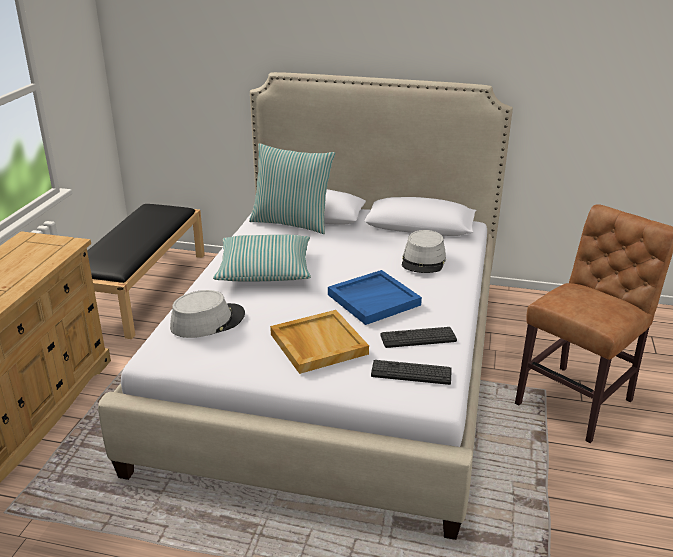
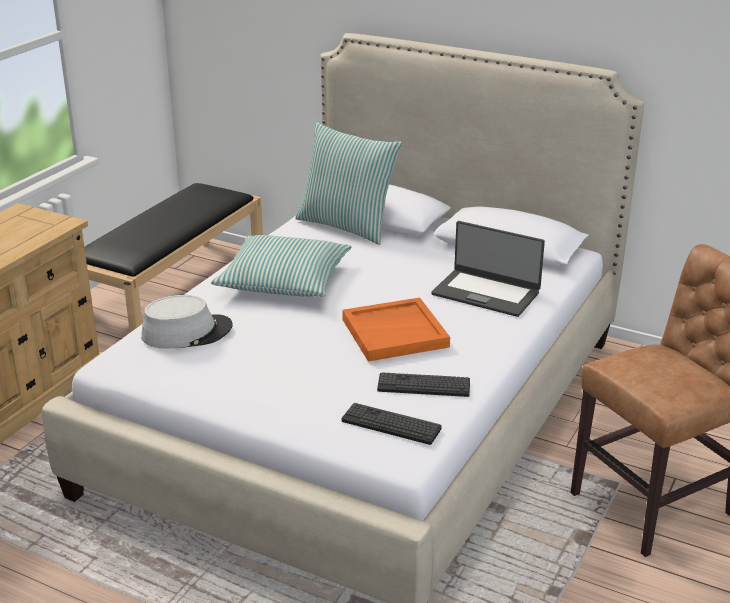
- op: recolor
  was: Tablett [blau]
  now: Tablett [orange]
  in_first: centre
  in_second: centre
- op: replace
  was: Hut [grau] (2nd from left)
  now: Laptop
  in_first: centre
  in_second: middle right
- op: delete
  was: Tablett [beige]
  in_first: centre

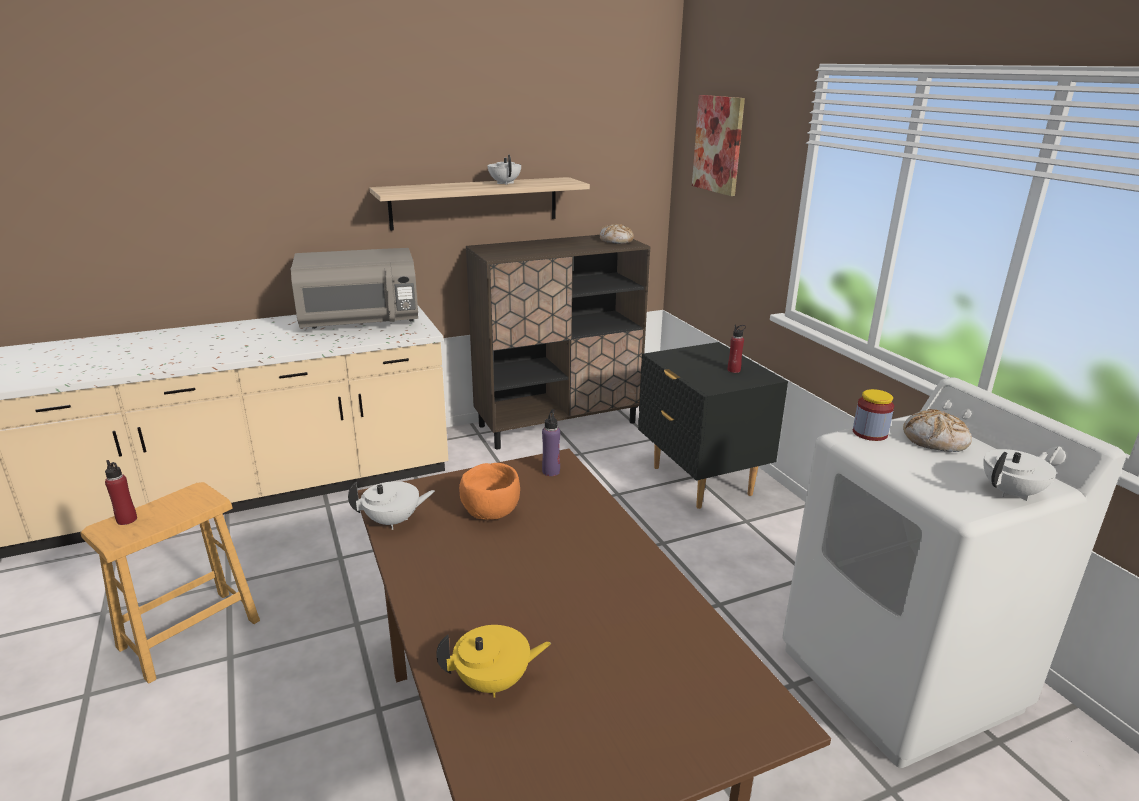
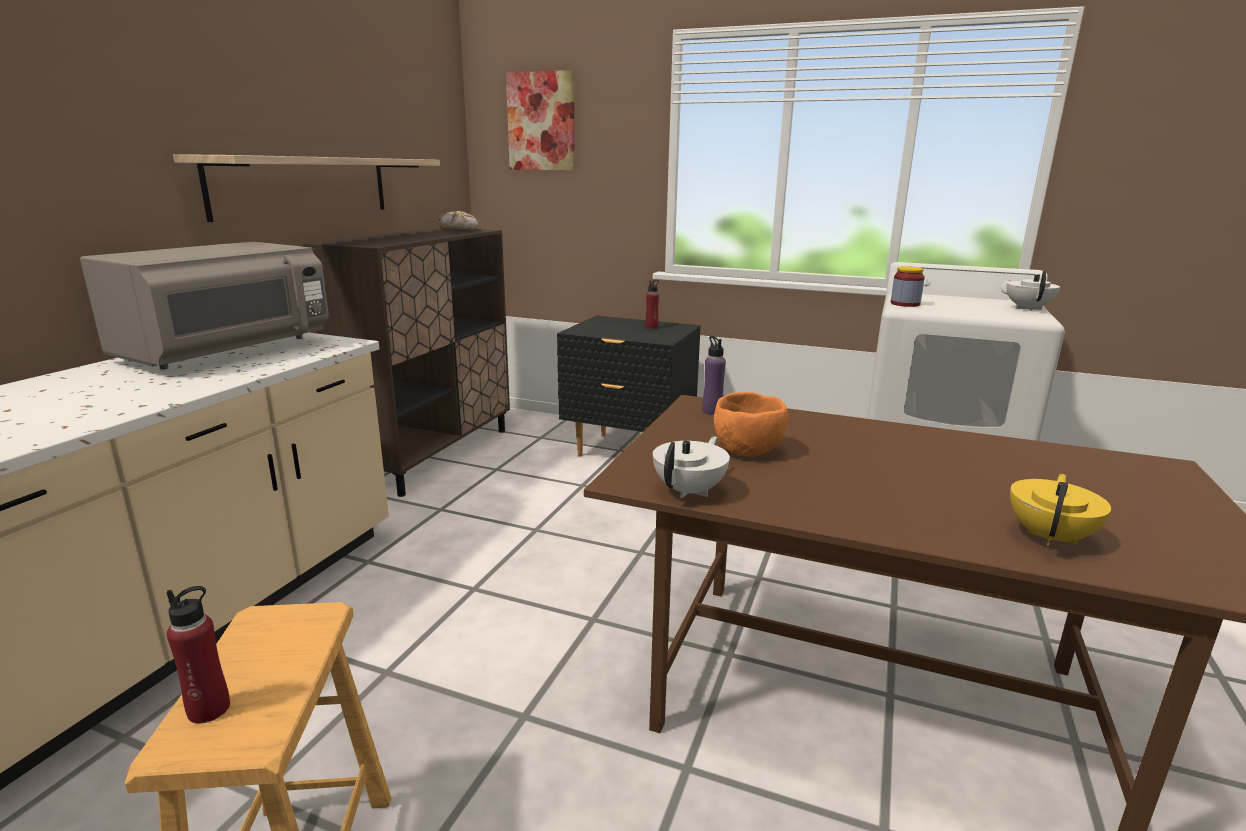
- op: delete
  was: Teekanne [weiß] (2nd from left)
  in_first: top centre
- op: delete
  was: Brot (2nd from left)
  in_first: middle right

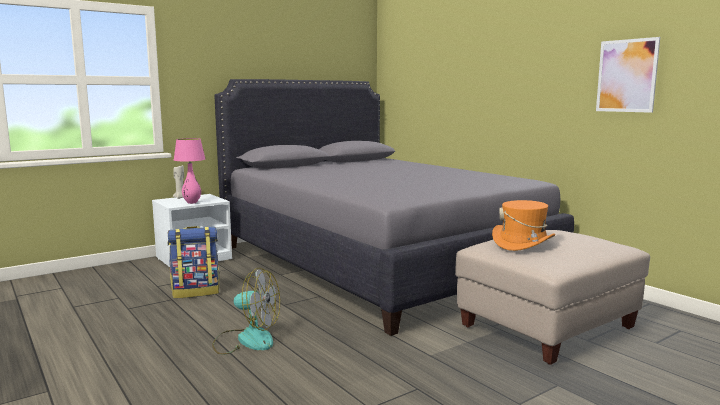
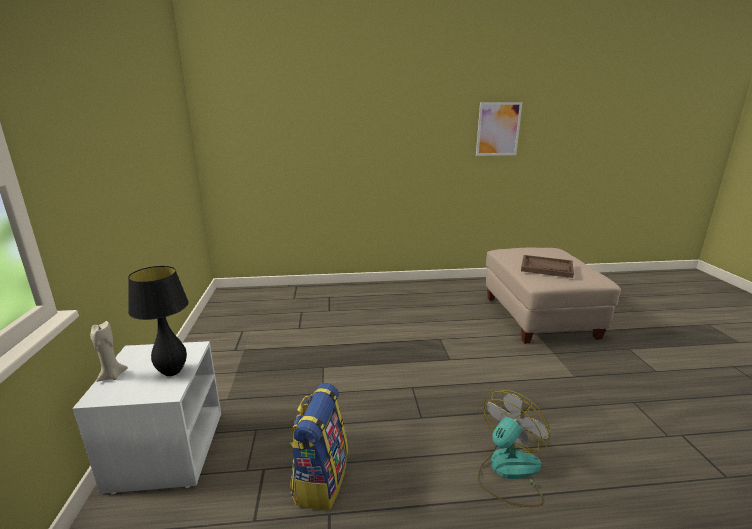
- op: recolor
  was: Tischlampe [rosa]
  now: Tischlampe [schwarz]
  in_first: middle left
  in_second: middle left
- op: replace
  was: Hut [orange]
  now: Tablett [braun]
  in_first: middle right
  in_second: middle right
- op: delete
  was: Bett [grau]
  in_first: centre

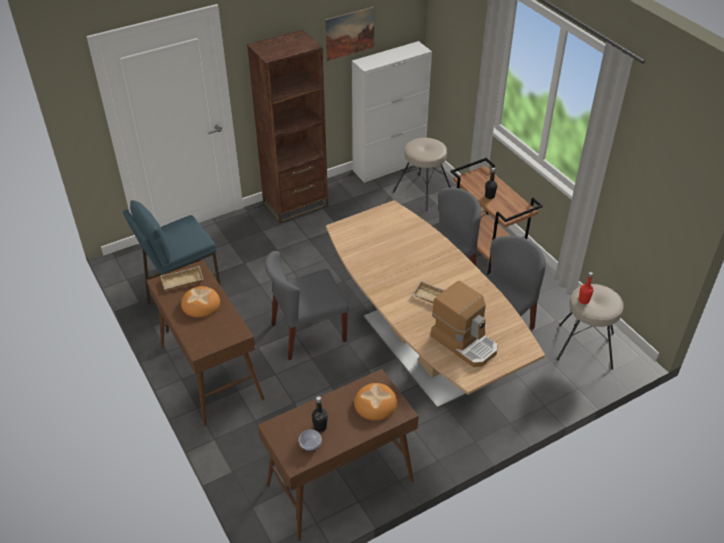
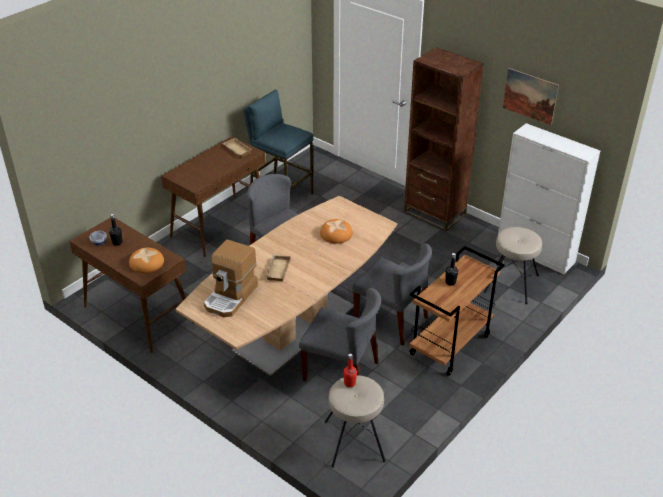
- op: move
  was: Brot (1st from left in the first image)
  now: Brot (2nd from left)
  in_first: middle left
  in_second: centre

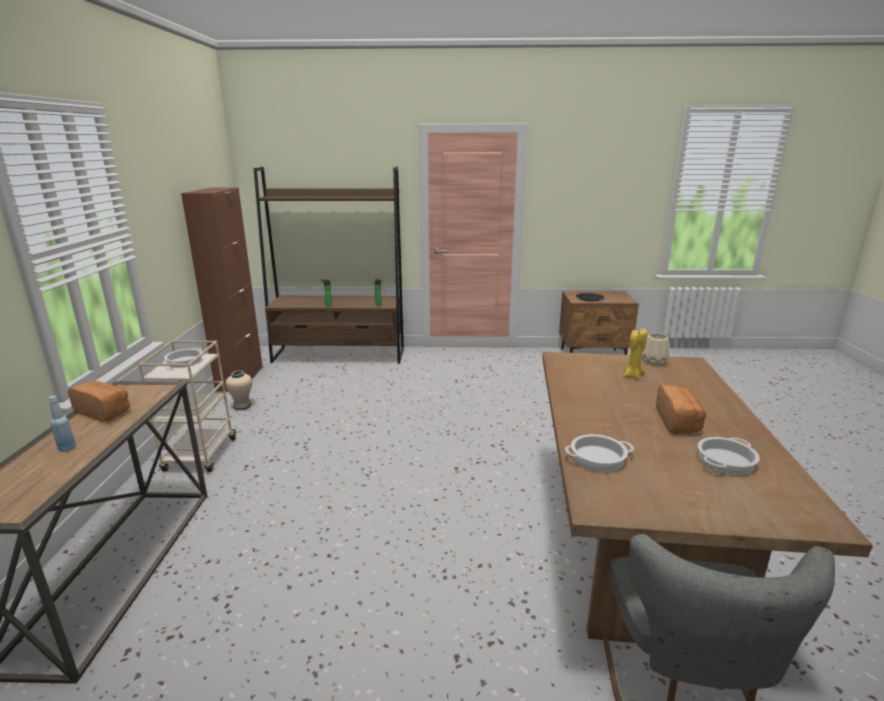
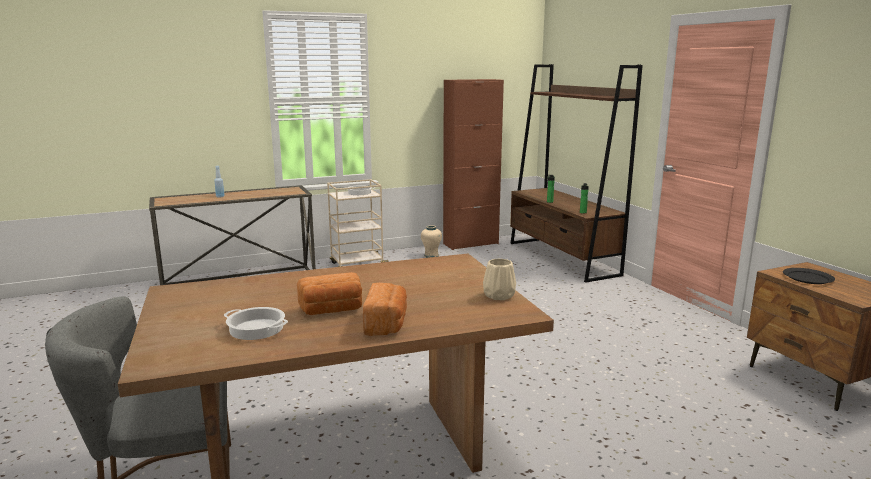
- op: move
  was: Brot (1st from left in the first image)
  now: Brot (2nd from left)
  in_first: middle left
  in_second: centre
- op: delete
  was: Kochtopf (2nd from left)
  in_first: middle right
- op: delete
  was: Kerze [gelb]
  in_first: middle right

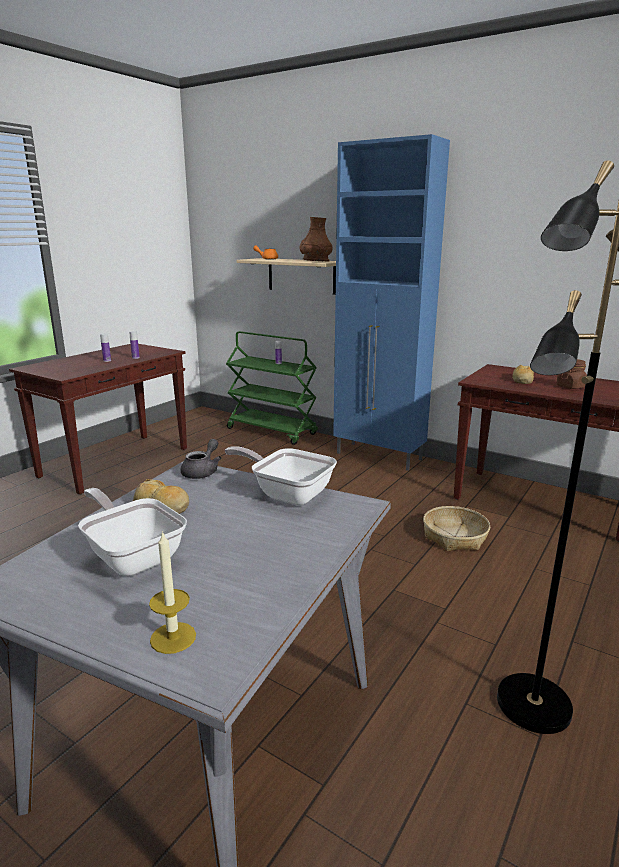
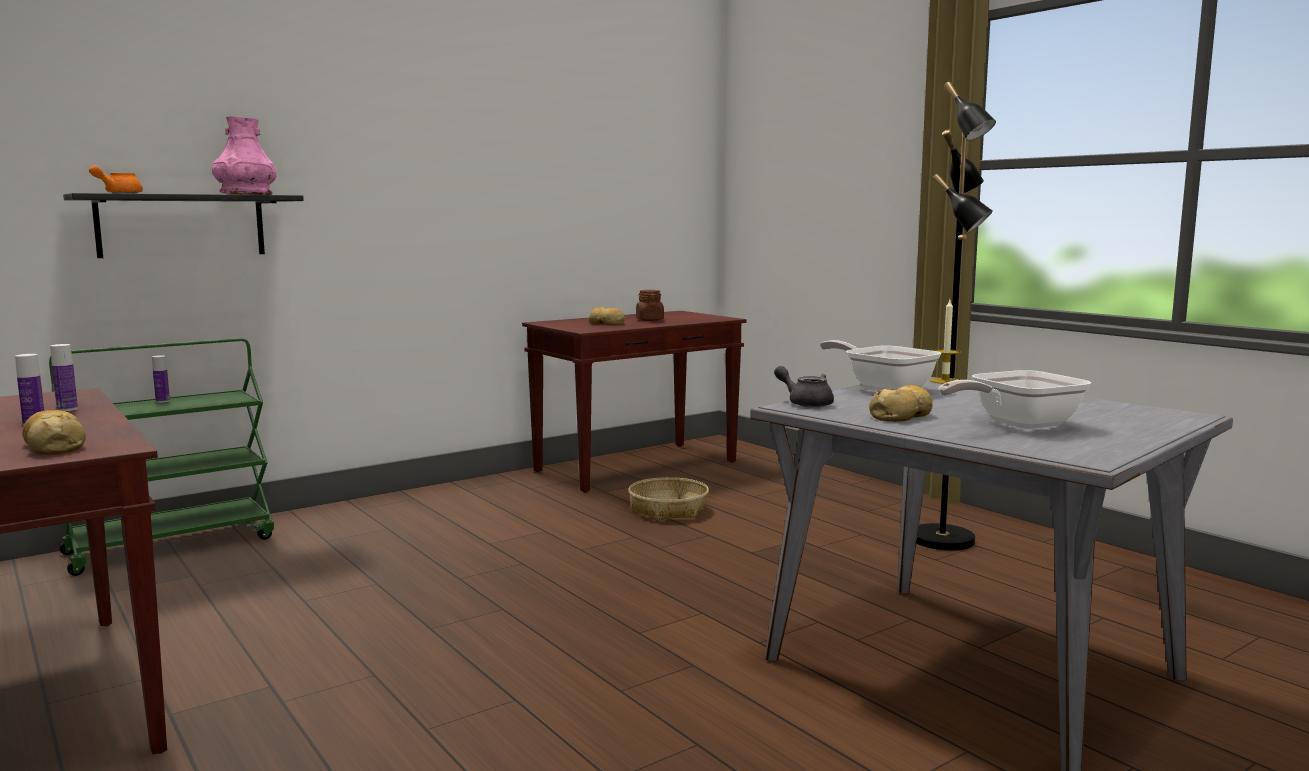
- op: insert
  now: Brot (1st from left)
  in_second: middle left
- op: recolor
  was: Wandregal [beige]
  now: Wandregal [schwarz]
  in_first: top centre
  in_second: top left
- op: recolor
  was: Vase [braun]
  now: Vase [rosa]
  in_first: top centre
  in_second: top left
- op: rotate
  was: Pfanne (2nd from left in the first image)
  in_first: centre
  in_second: middle right
  clockwise: 90
- op: move
  was: Kerze
  in_first: bottom left
  in_second: middle right
- op: delete
  was: Schrank [blau]
  in_first: centre

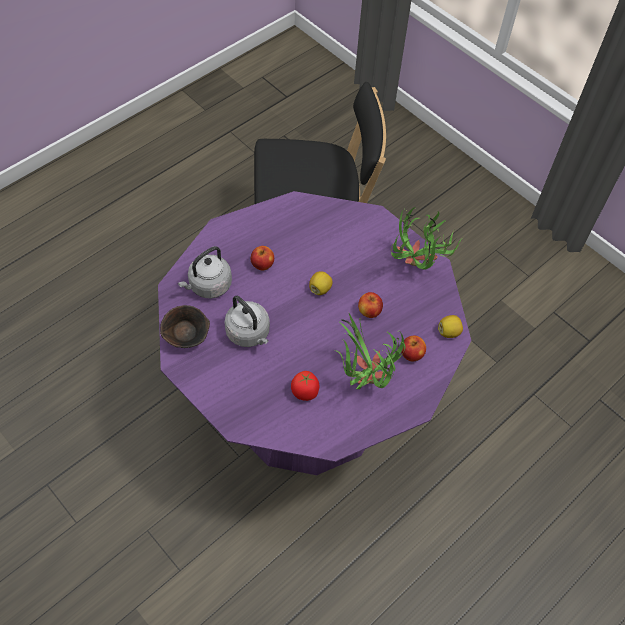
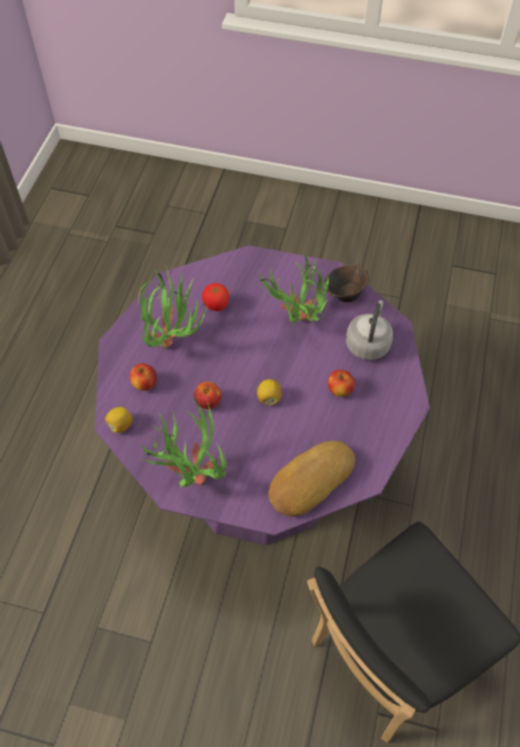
- op: replace
  was: Wasserkessel [grau] (2nd from left)
  now: Topfpflanze (3rd from left)
  in_first: centre
  in_second: centre
- op: insert
  now: Brot
  in_second: centre

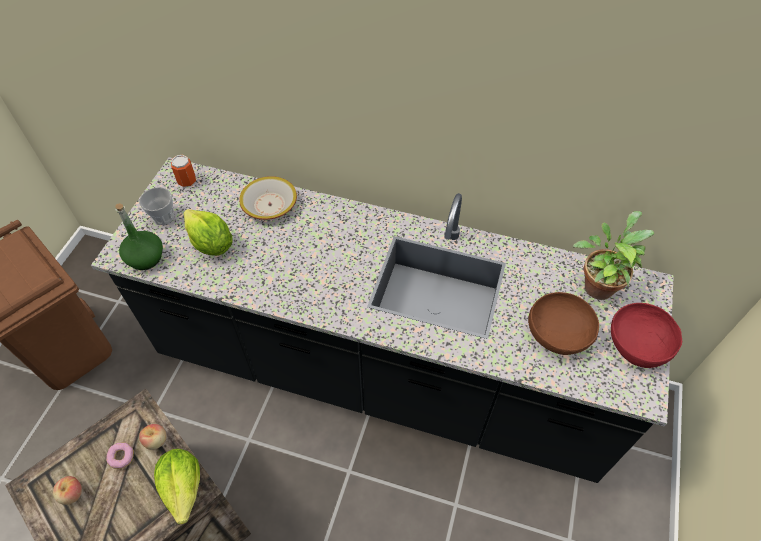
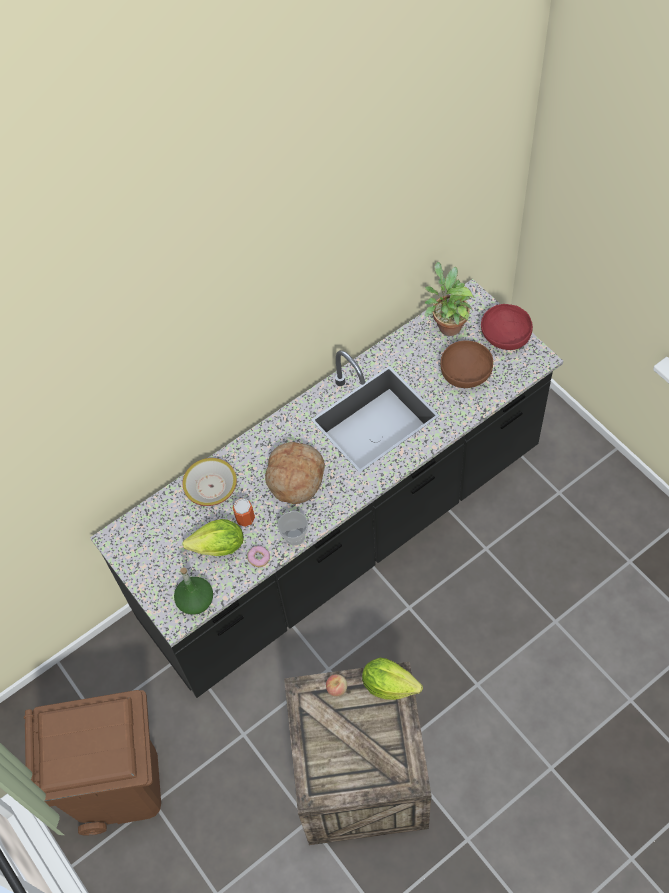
- op: move
  was: Dose
  in_first: top left
  in_second: centre
- op: move
  was: Donut
  in_first: bottom left
  in_second: centre
- op: insert
  now: Brot
  in_second: centre
- op: move
  was: Tasse
  in_first: middle left
  in_second: centre
- op: delete
  was: Apfel (1st from left)
  in_first: bottom left

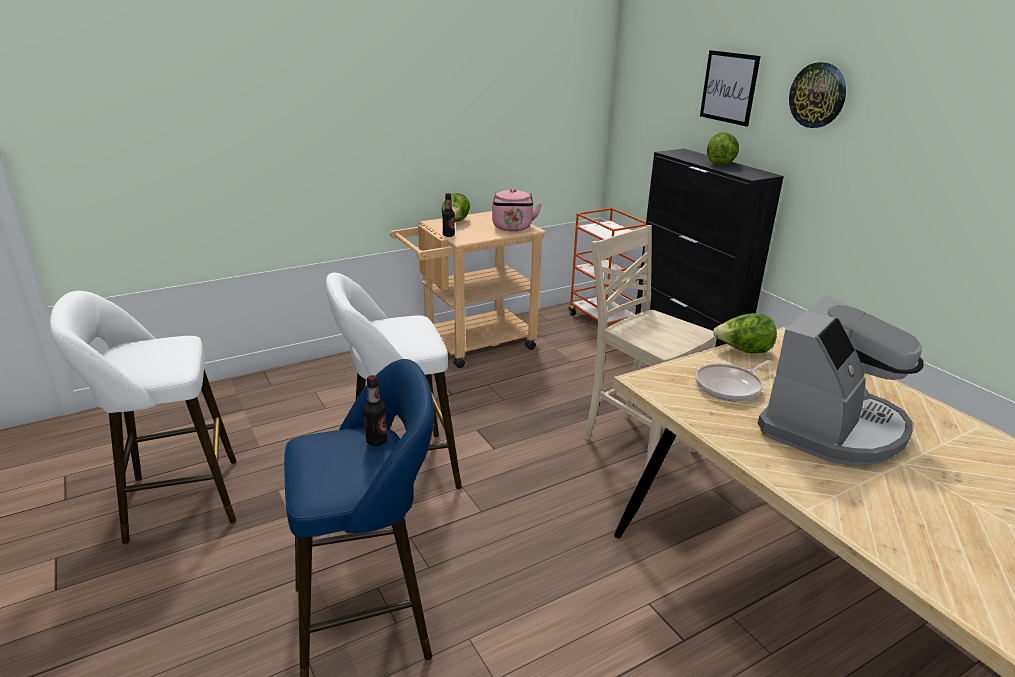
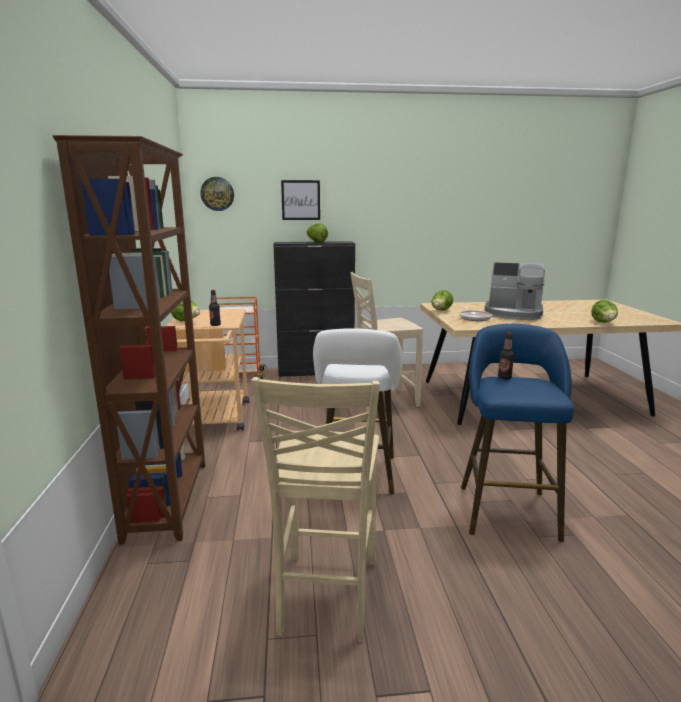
- op: insert
  now: Bücherregal [braun]
  in_second: middle left
- op: move
  was: Wanduhr
  in_first: top right
  in_second: top left
- op: replace
  was: Hocker [weiß] (1st from left)
  now: Stuhl [beige] (1st from left)
  in_first: middle left
  in_second: bottom centre
- op: rotate
  was: Kaffeemaschine
  in_first: middle right
  in_second: middle right
  clockwise: 135
- op: insert
  now: Salatkopf (4th from left)
  in_second: middle right
- op: delete
  was: Wasserkessel [rosa]
  in_first: top centre

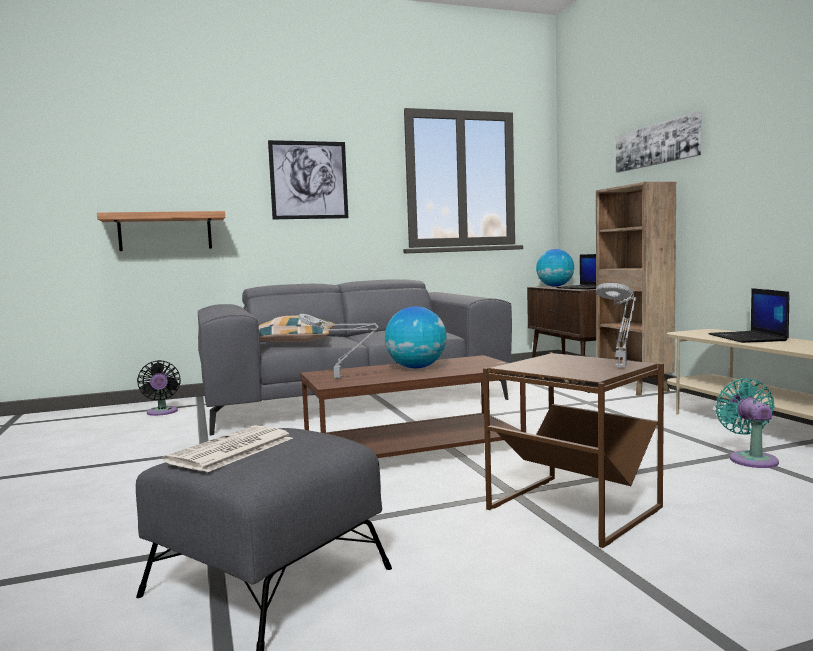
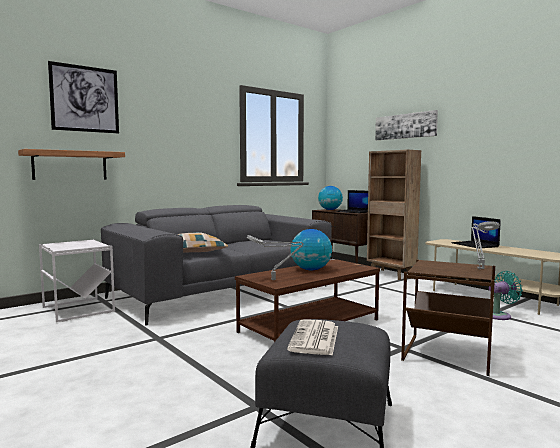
- op: replace
  was: Ventilator [schwarz]
  now: Beistelltisch [weiß]
  in_first: middle left
  in_second: middle left
- op: move
  was: Bild (1st from left)
  in_first: top centre
  in_second: top left
- op: rotate
  was: Ventilator [türkis]
  in_first: middle right
  in_second: middle right
  clockwise: 90

